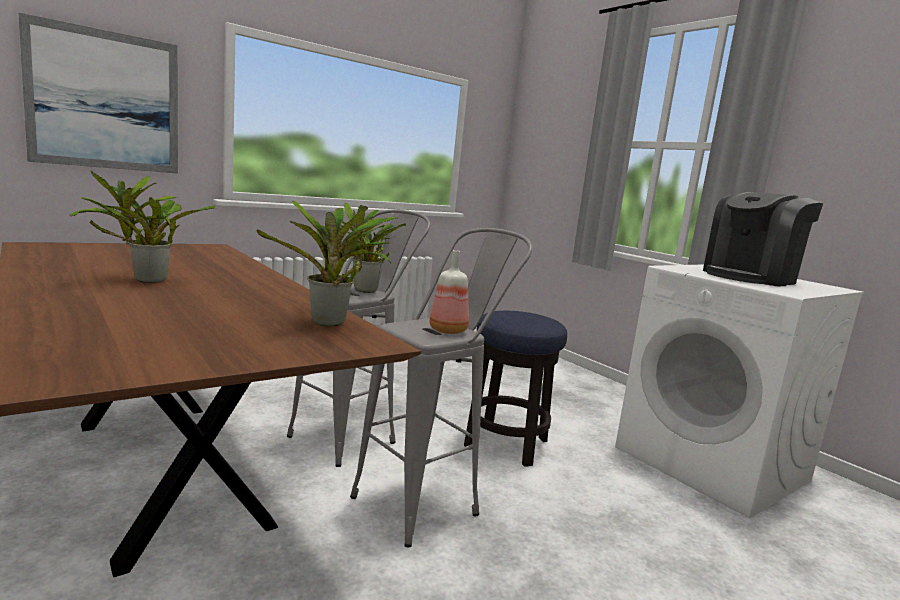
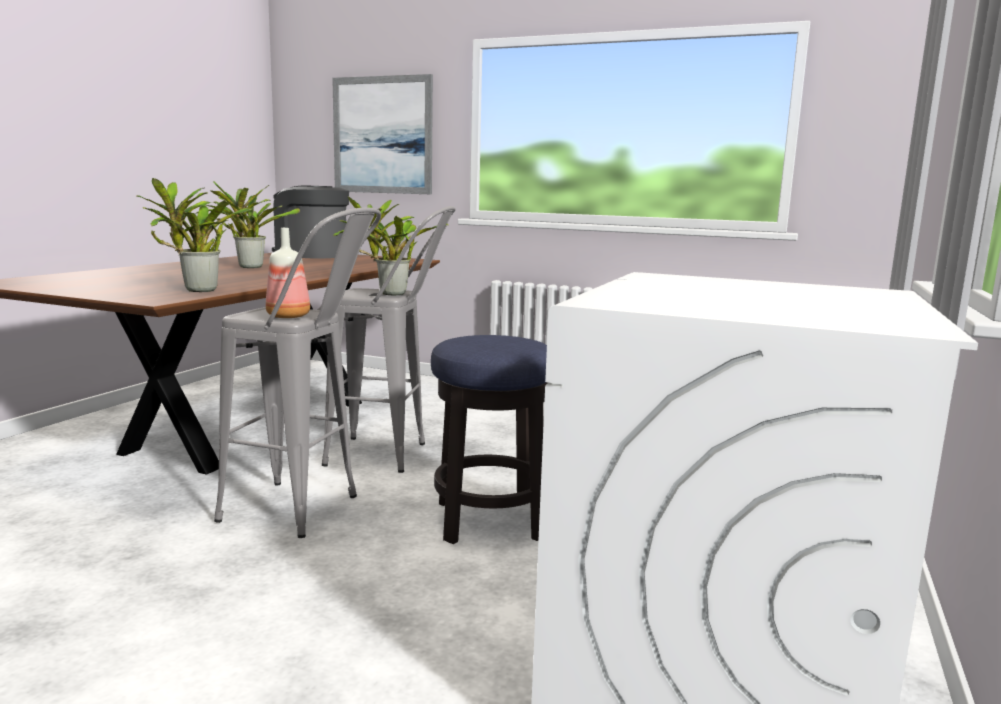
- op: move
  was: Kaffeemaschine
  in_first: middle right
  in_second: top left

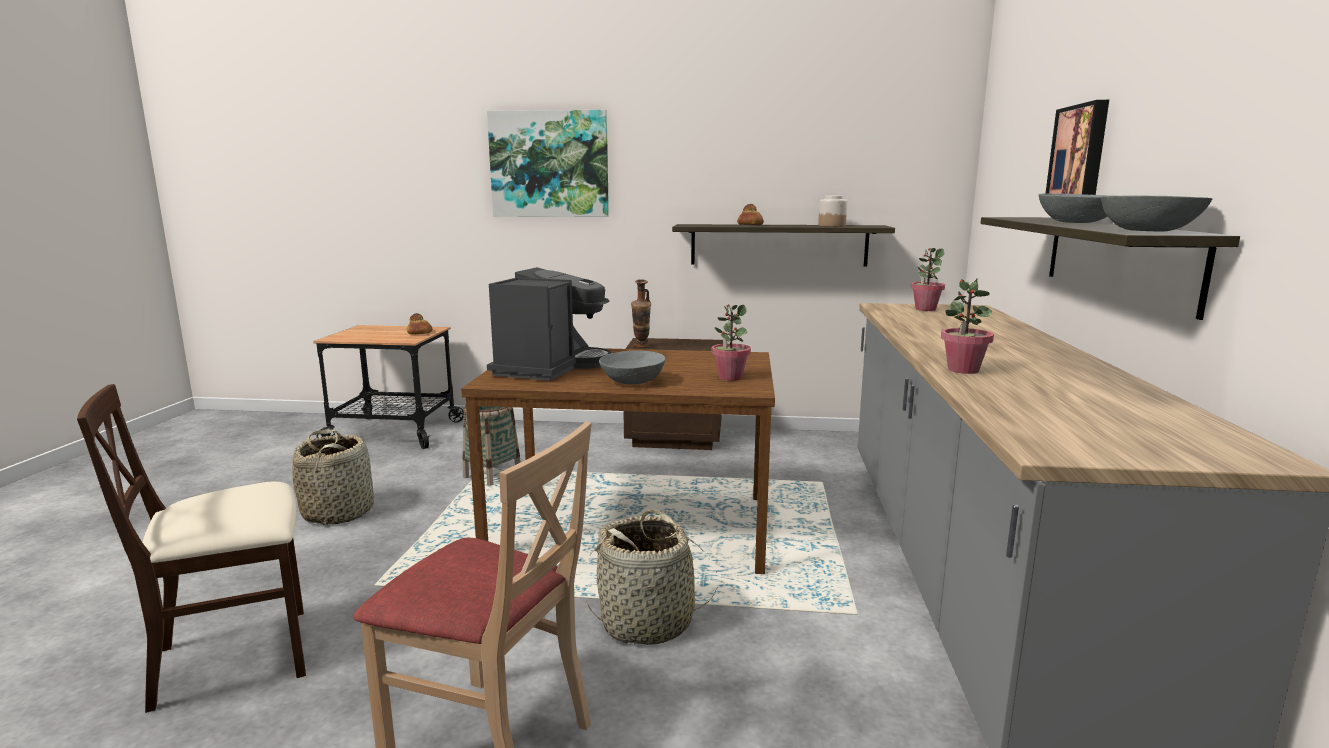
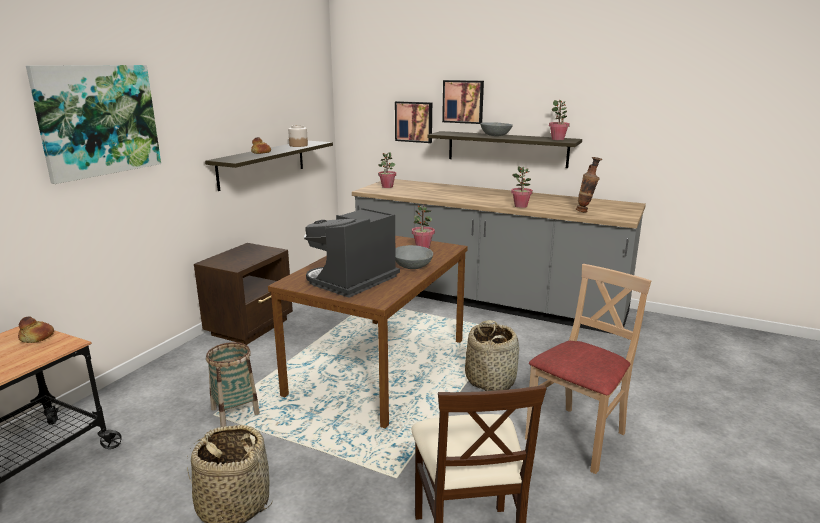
- op: rotate
  was: Kaffeemaschine
  in_first: centre
  in_second: centre
  clockwise: -90
- op: insert
  now: Bild (2nd from left)
  in_second: top centre
- op: replace
  was: Schüssel [grau] (3rd from left)
  now: Topfpflanze (4th from left)
  in_first: top right
  in_second: top right
- op: move
  was: Vase
  in_first: centre
  in_second: middle right

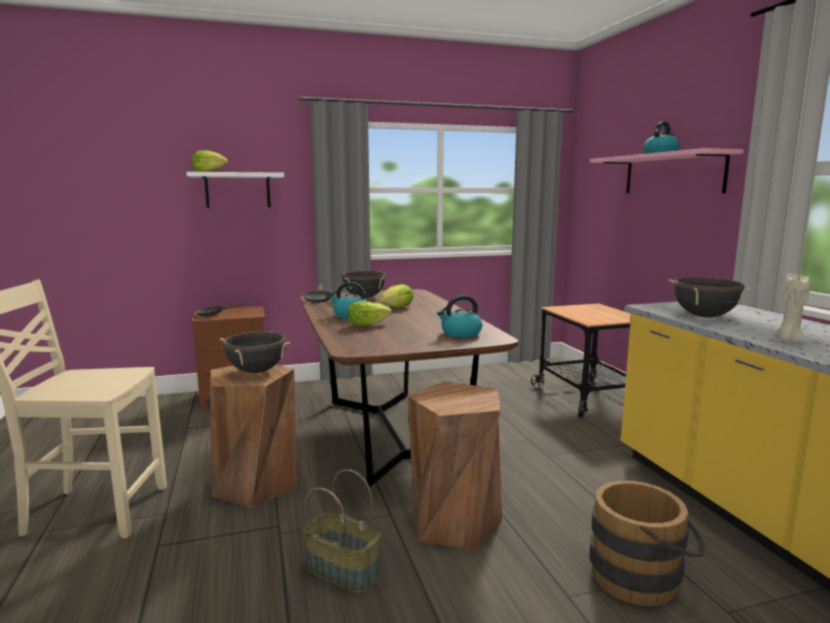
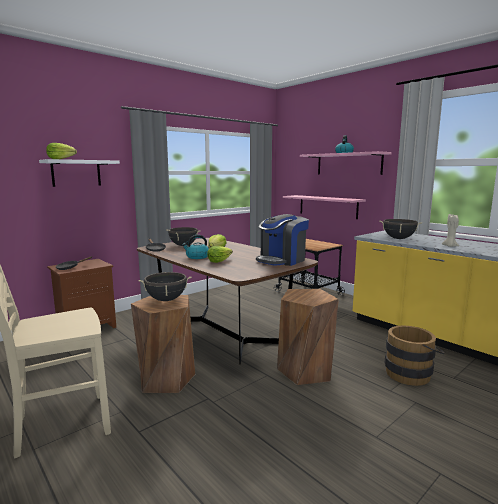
- op: replace
  was: Wasserkessel (2nd from left)
  now: Kaffeemaschine
  in_first: centre
  in_second: centre
- op: insert
  now: Wandregal [rosa] (1st from left)
  in_second: centre
- op: delete
  was: Korb
  in_first: bottom centre

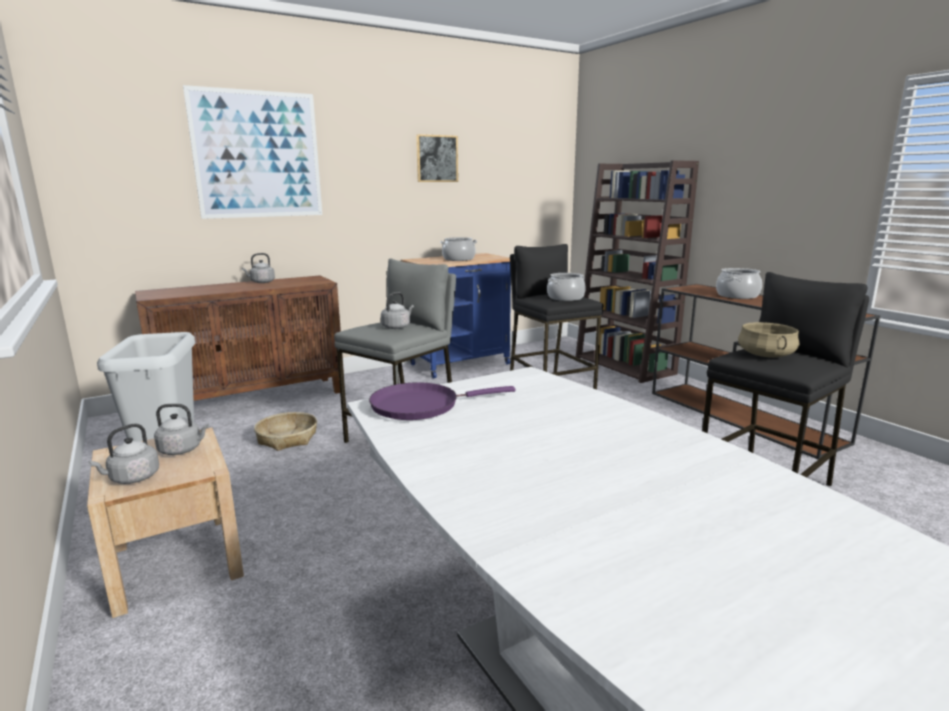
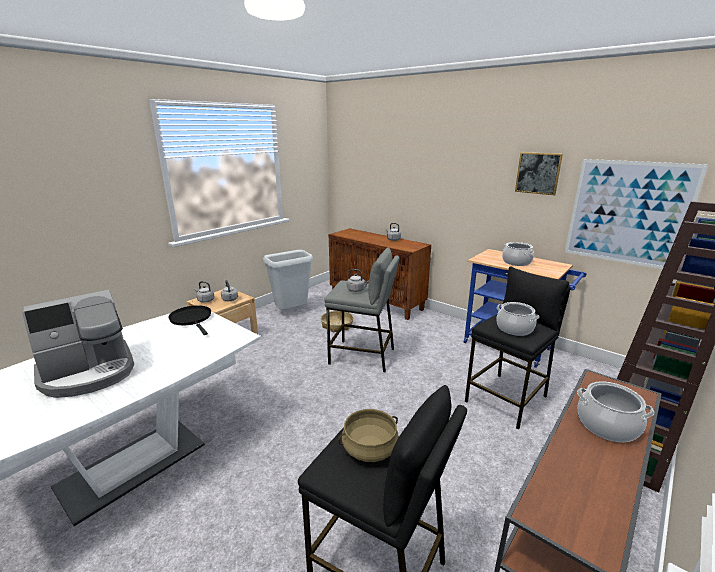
- op: insert
  now: Kaffeemaschine
  in_second: middle left
- op: recolor
  was: Pfanne [lila]
  now: Pfanne [schwarz]
  in_first: centre
  in_second: middle left
- op: move
  was: Bild (1st from left in the first image)
  now: Bild (2nd from left)
  in_first: top left
  in_second: middle right

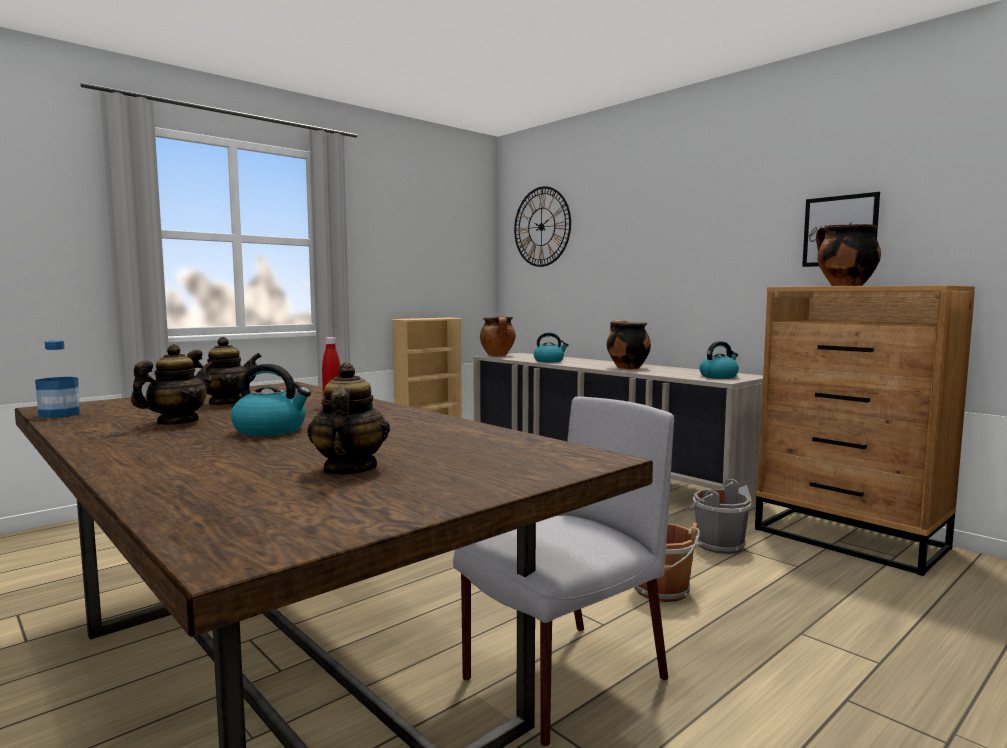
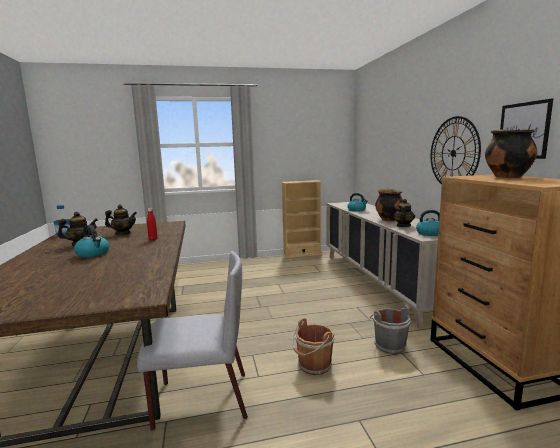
- op: move
  was: Teekanne (3rd from left)
  in_first: centre
  in_second: middle right
- op: move
  was: Wanduhr
  in_first: top centre
  in_second: middle right
- op: delete
  was: Kochtopf (1st from left)
  in_first: centre

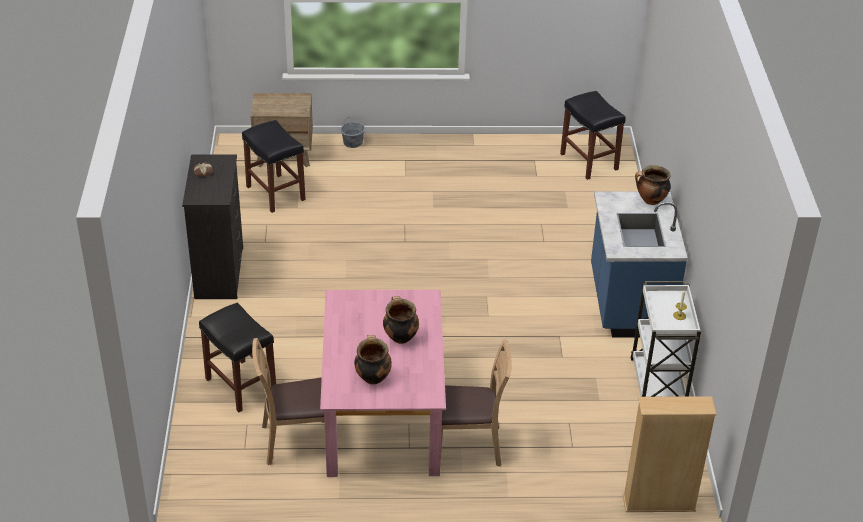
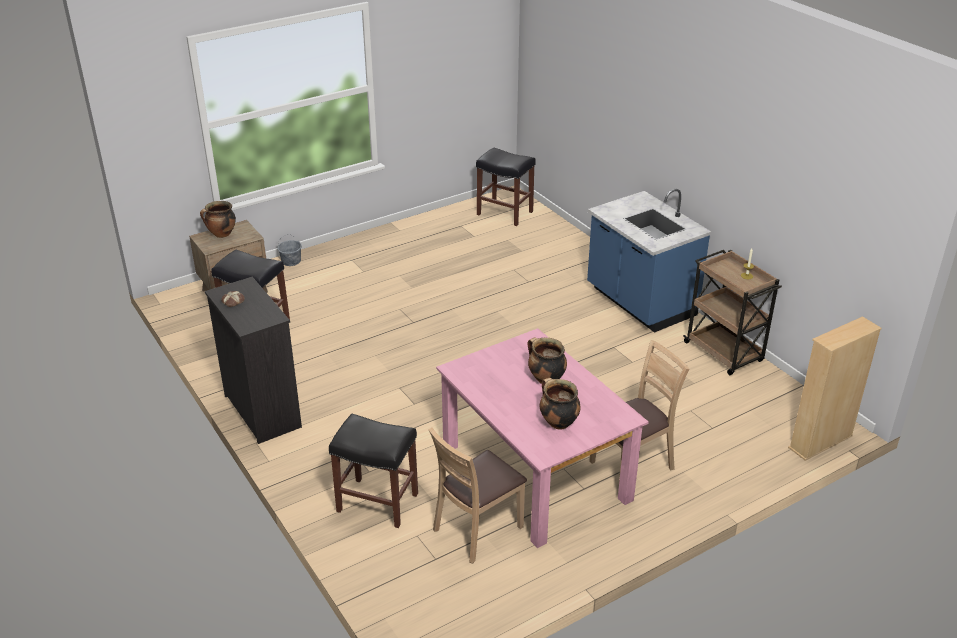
- op: move
  was: Kochtopf (3rd from left in the first image)
  now: Kochtopf (1st from left)
  in_first: middle right
  in_second: middle left
- op: recolor
  was: Rollwagen [weiß]
  now: Rollwagen [braun]
  in_first: middle right
  in_second: middle right

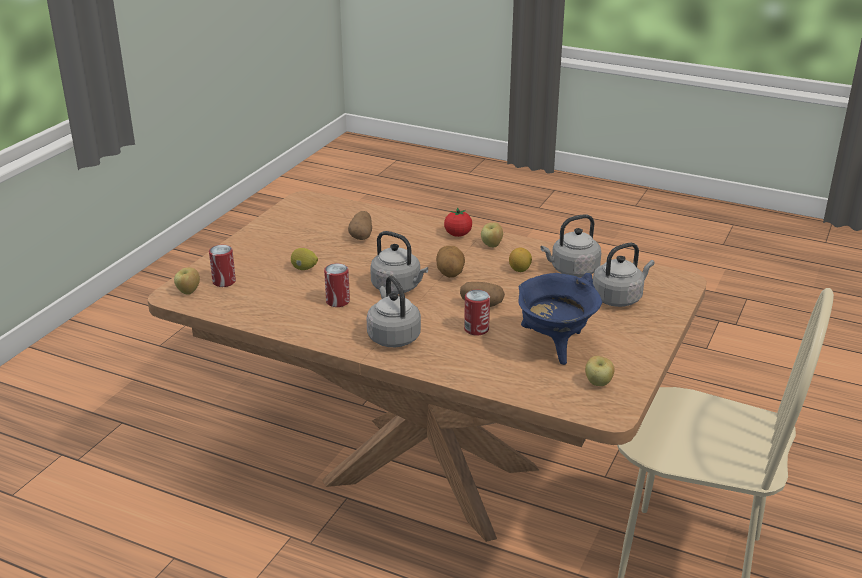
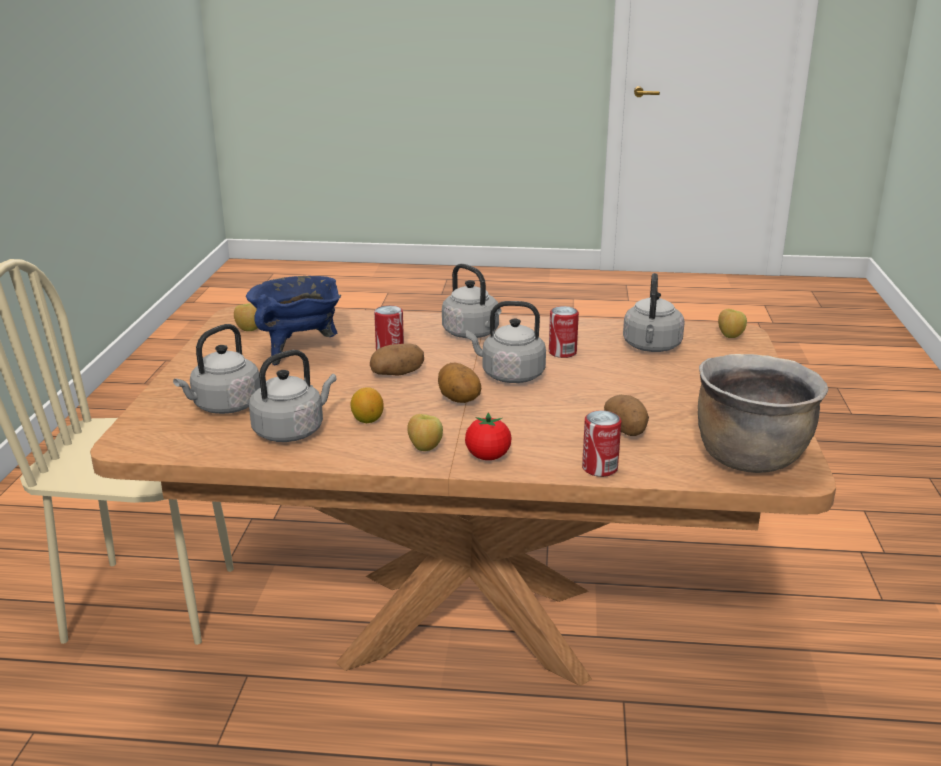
- op: move
  was: Dose (1st from left in the first image)
  now: Dose (3rd from left)
  in_first: middle left
  in_second: centre
- op: insert
  now: Wasserkessel [grau] (5th from left)
  in_second: middle right
- op: insert
  now: Kochtopf [braun]
  in_second: middle right
- op: delete
  was: Zitrone (1st from left)
  in_first: centre

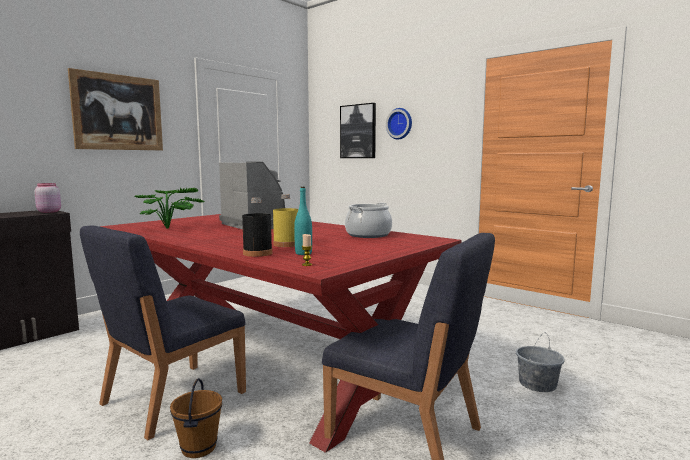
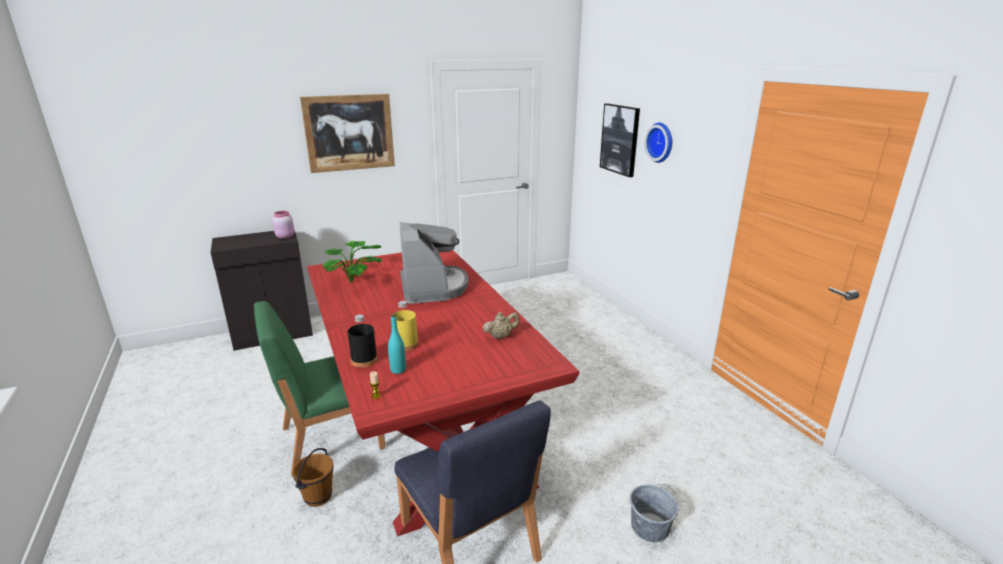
- op: recolor
  was: Stuhl [blau] (1st from left)
  now: Stuhl [grün]
  in_first: bottom left
  in_second: bottom left
- op: replace
  was: Kochtopf
  now: Teekanne [beige]
  in_first: centre
  in_second: centre

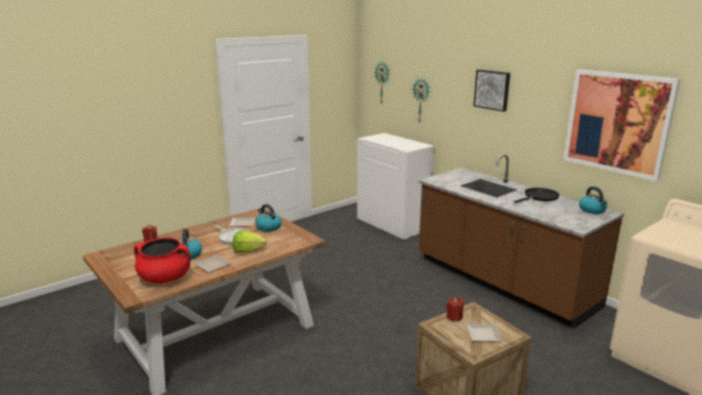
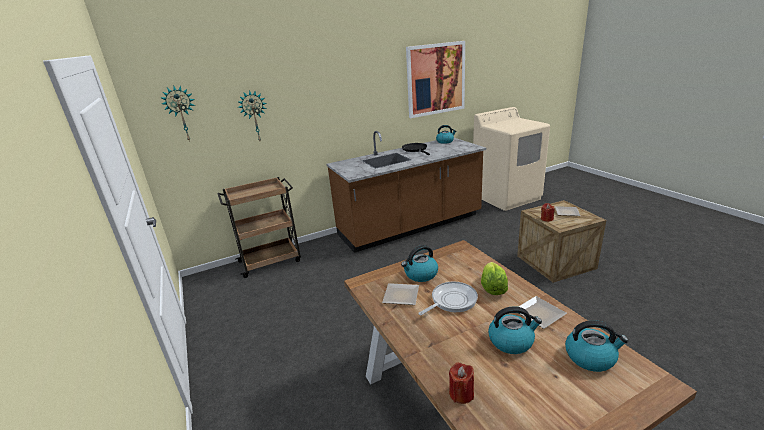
- op: replace
  was: Schrank [weiß]
  now: Rollwagen [braun]
  in_first: centre
  in_second: centre
- op: replace
  was: Kochtopf [rot]
  now: Wasserkessel (4th from left)
  in_first: middle left
  in_second: bottom right
- op: delete
  was: Bild (1st from left)
  in_first: top right

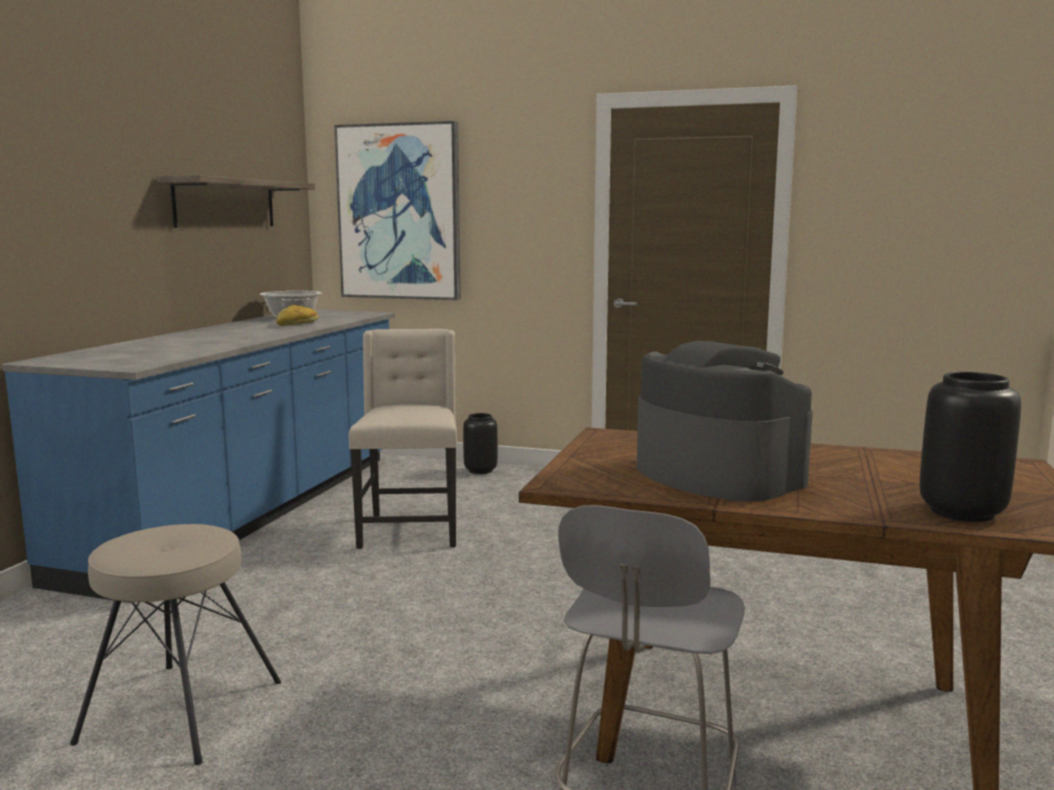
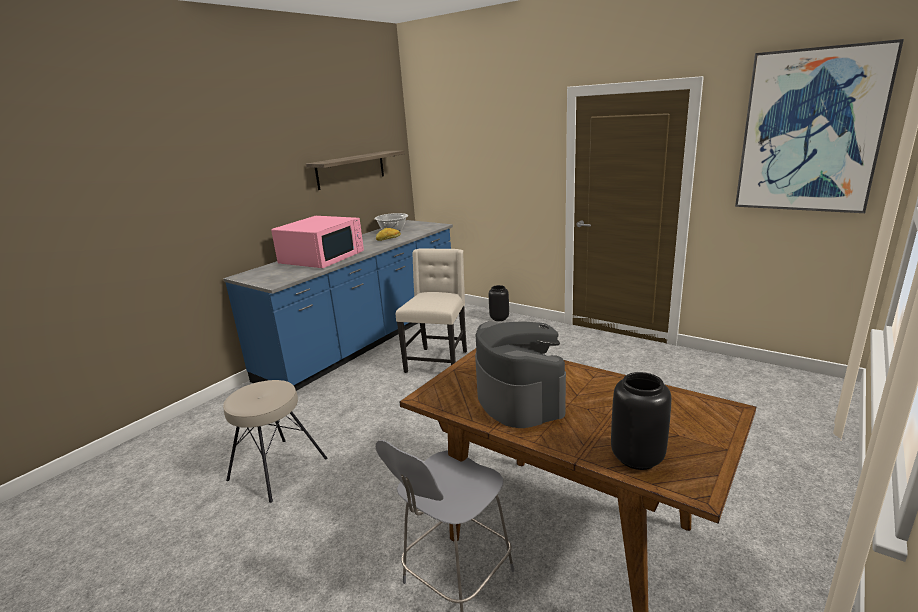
- op: insert
  now: Mikrowelle [rosa]
  in_second: centre
- op: move
  was: Bild
  in_first: top centre
  in_second: top right

